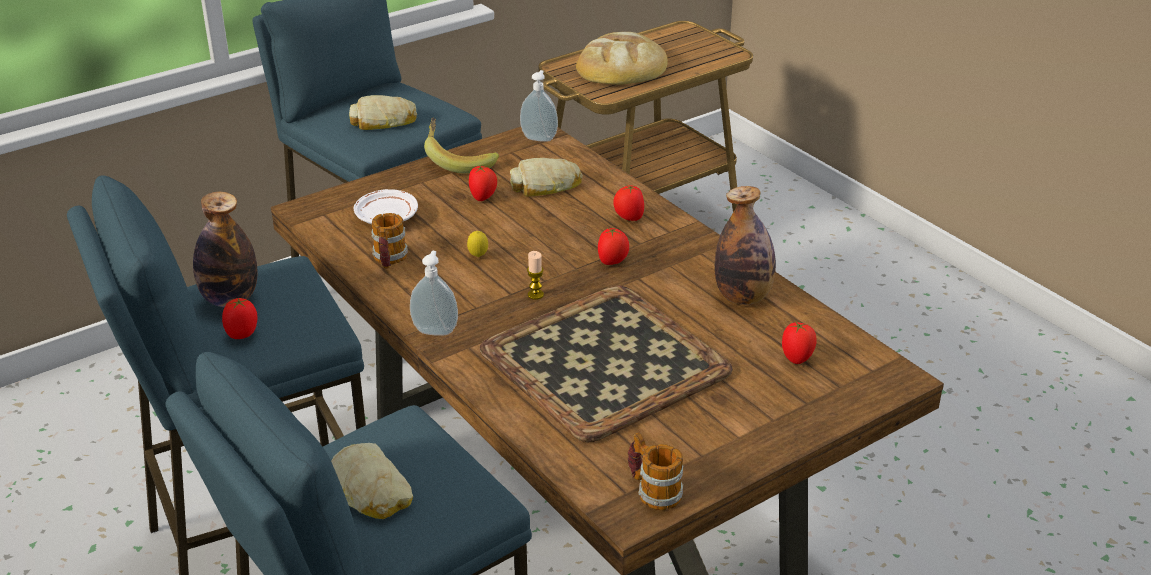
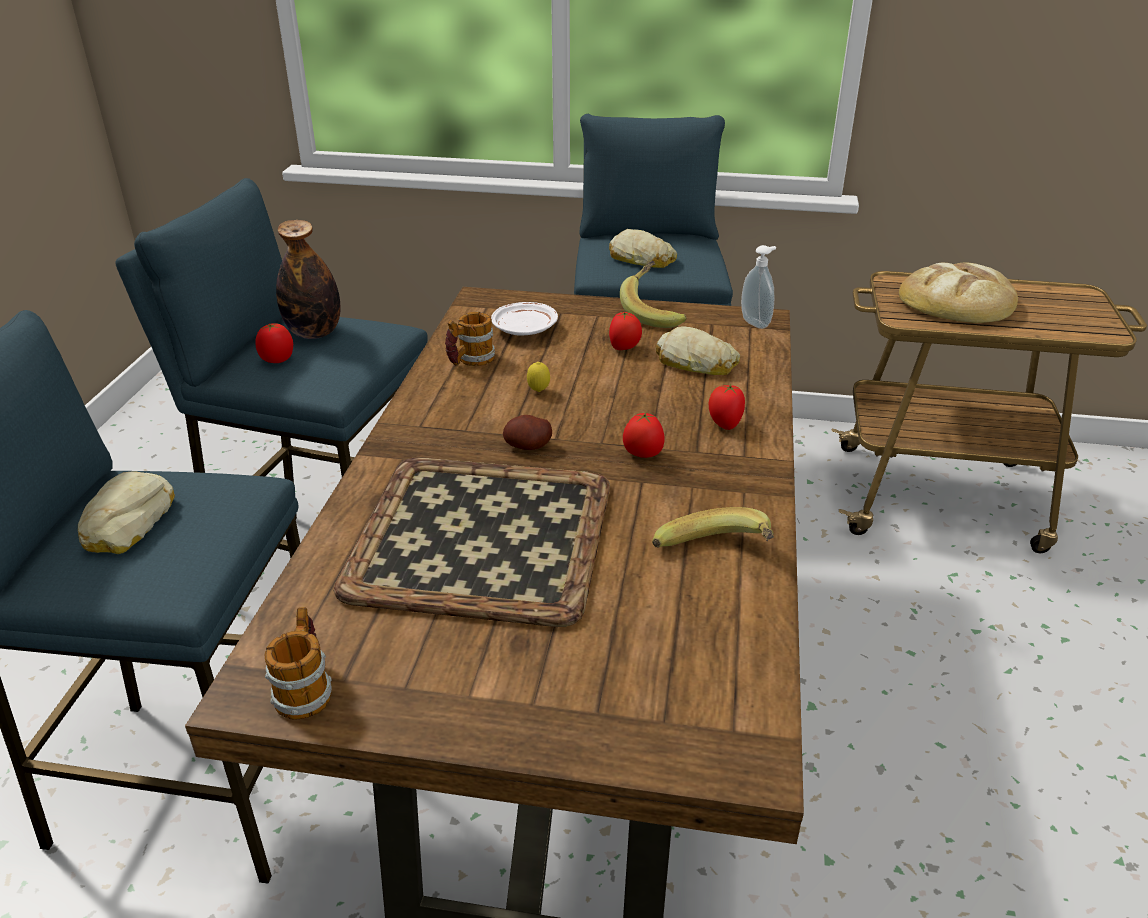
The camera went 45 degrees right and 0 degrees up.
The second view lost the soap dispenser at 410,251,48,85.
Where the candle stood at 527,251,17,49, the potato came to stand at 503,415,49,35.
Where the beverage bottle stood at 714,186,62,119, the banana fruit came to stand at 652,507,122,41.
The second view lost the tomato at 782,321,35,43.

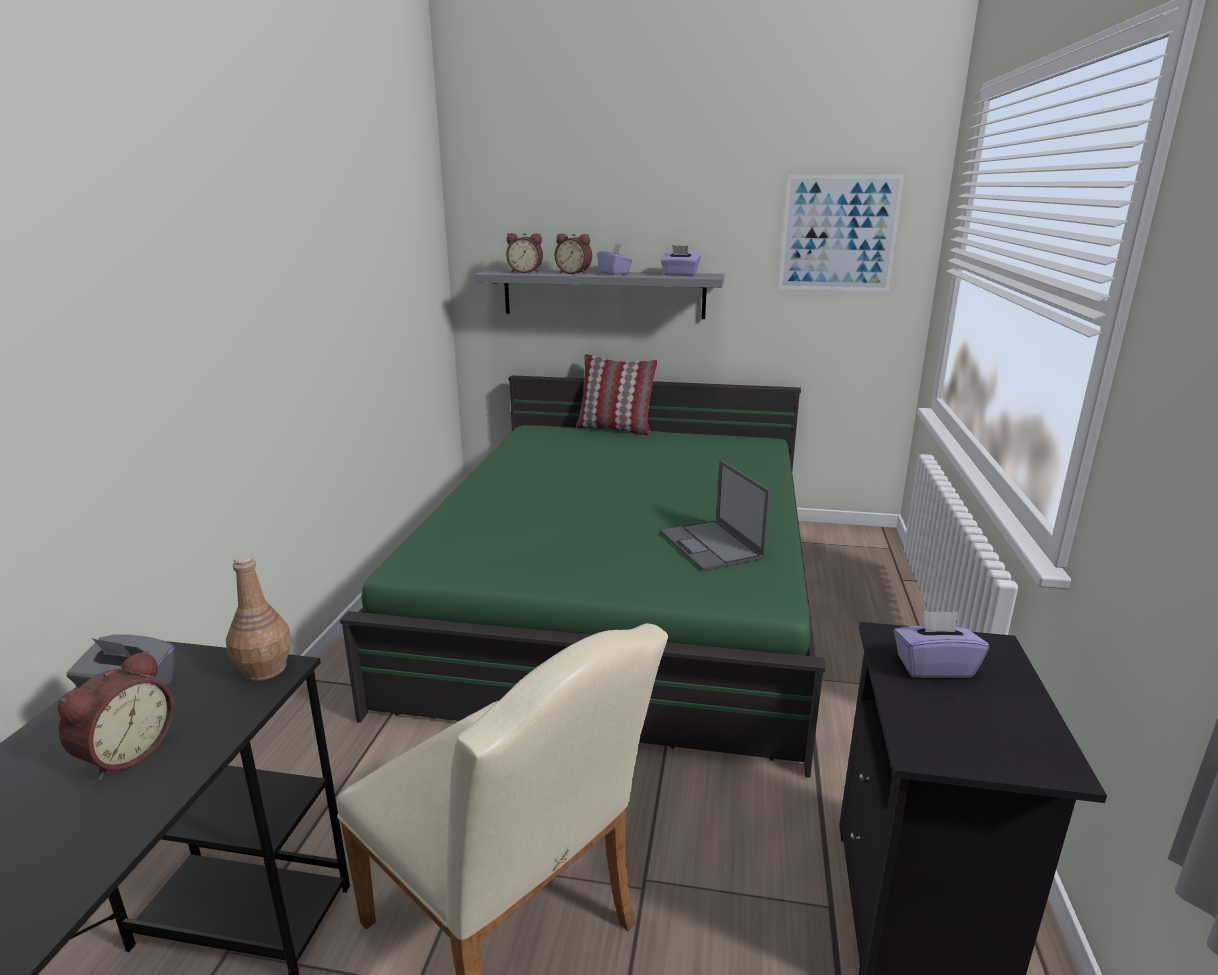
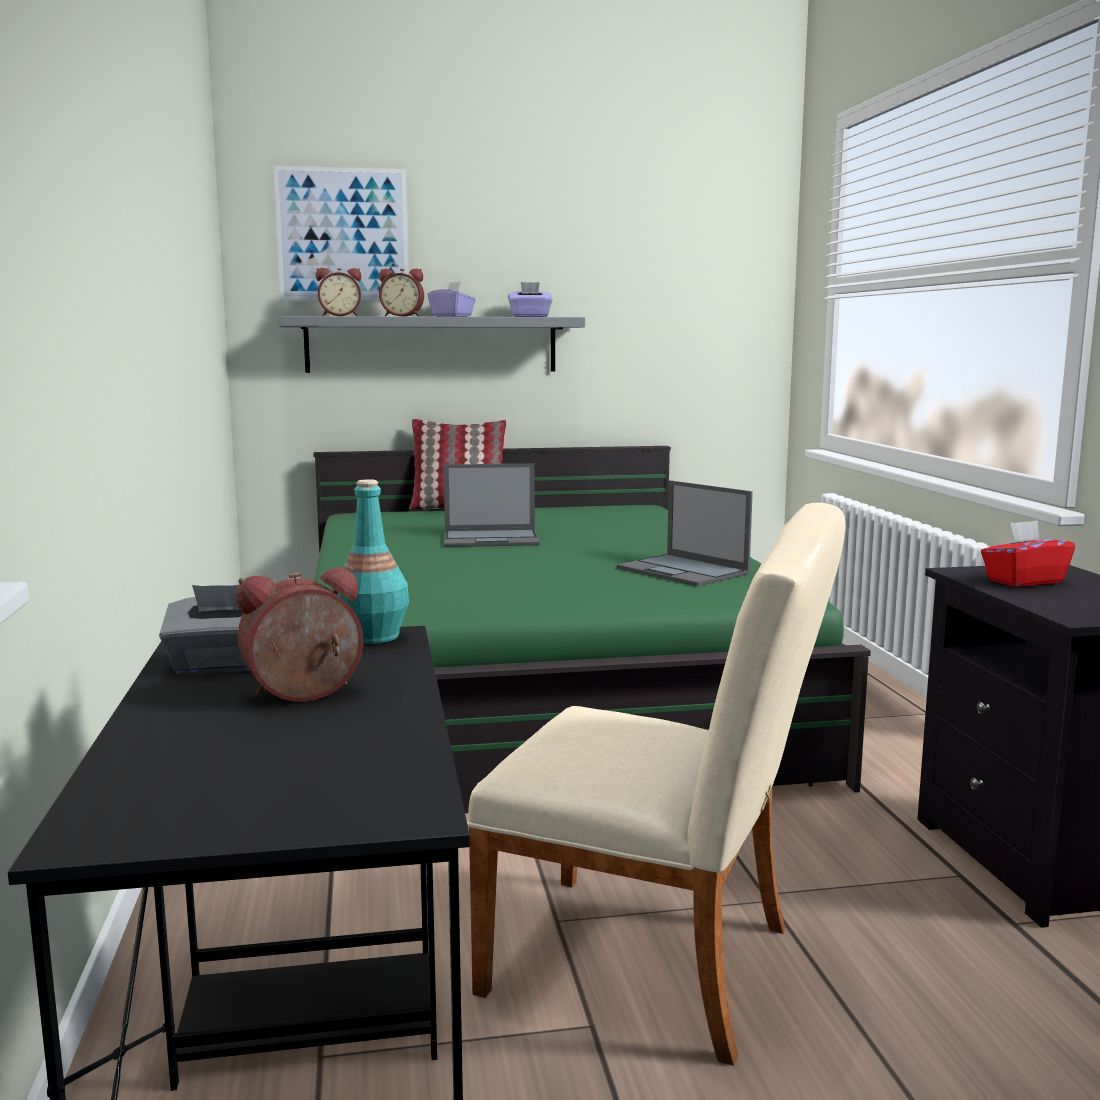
The camera went 20 degrees left and 10 degrees down.
The table clock at 58,650,117,130 ended up facing another way, 120 degrees counterclockwise from before.
What was the brown-coloured beverage bottle at 226,554,66,127 turned into the blue-green beverage bottle at 337,479,72,165.
The wall art ended up elsewhere, having gone from 778,175,126,117 to 273,166,136,136.
What was the purple-coloured tissue box at 893,611,96,67 turned into the red tissue box at 981,520,94,67.
The second view gained the laptop at 444,464,96,83.

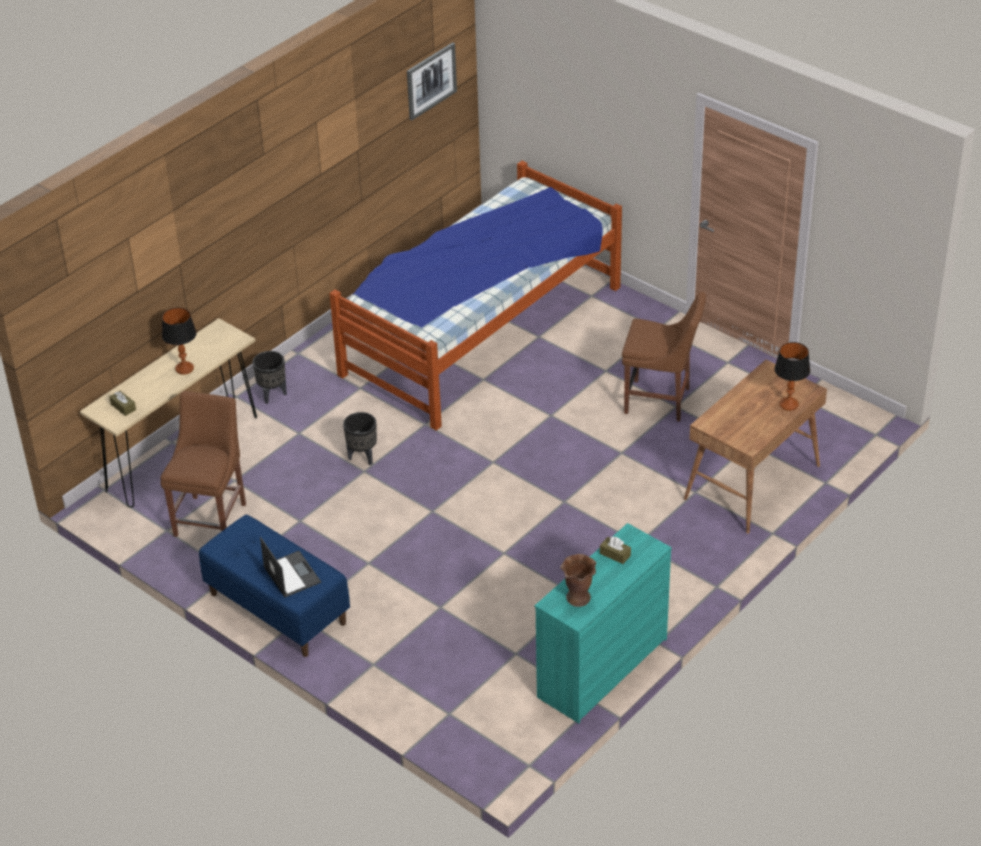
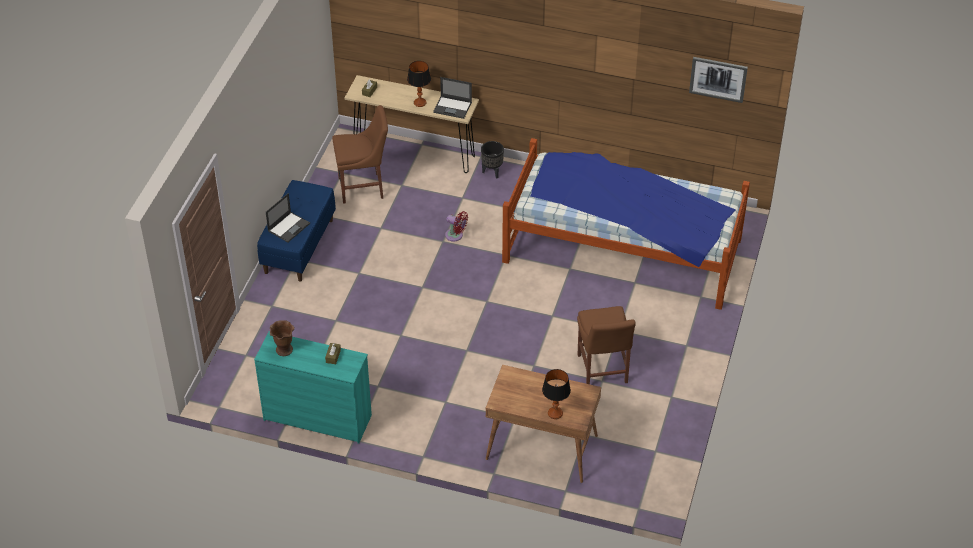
The camera went 65 degrees right and 5 degrees up.
Where the black-coloured planter stood at 343,412,34,53, the red fan came to stand at 445,211,23,31.
The second view gained the laptop at 433,77,39,42.

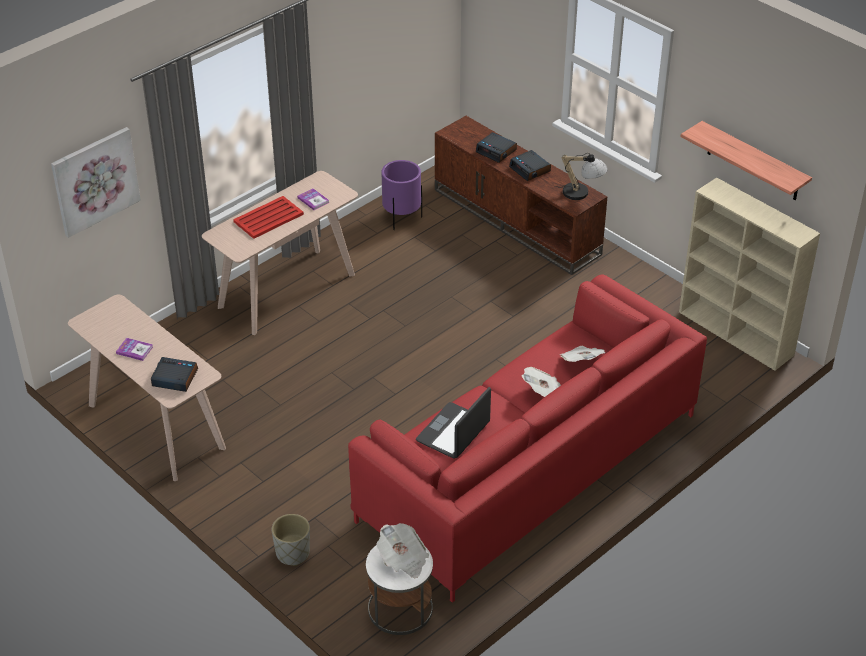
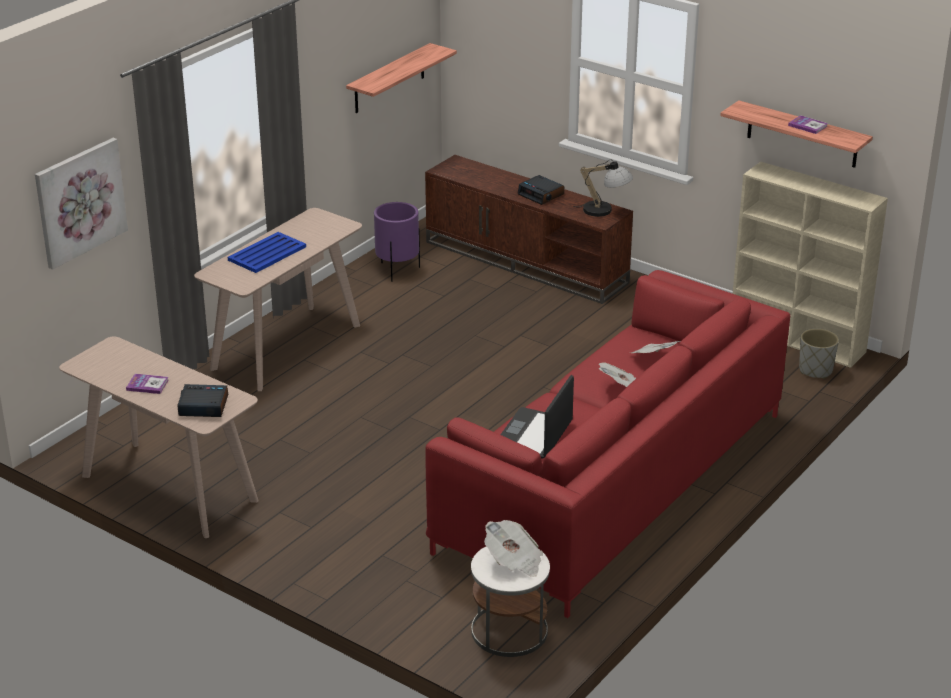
The camera went 10 degrees left and 10 degrees down.
What was the red carrying tray at 233,196,71,43 turned into the bluish carrying tray at 228,232,78,41.
The gray planter ended up elsewhere, having gone from 272,514,38,52 to 799,329,40,50.
The volume ended up elsewhere, having gone from 297,188,33,22 to 788,115,40,19.
The second view lost the table clock at 476,132,41,31.
The second view gained the shelf at 346,43,111,70.

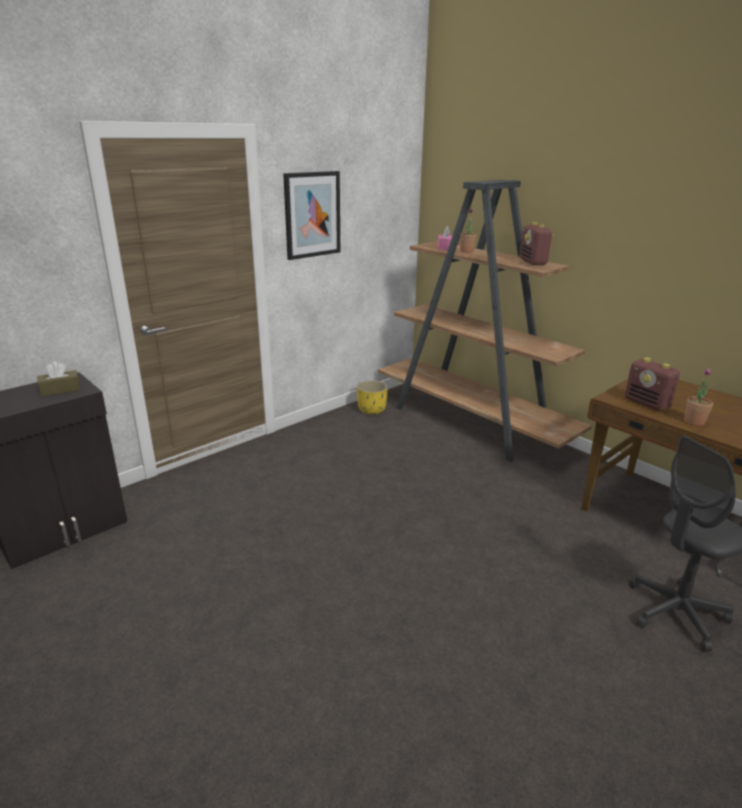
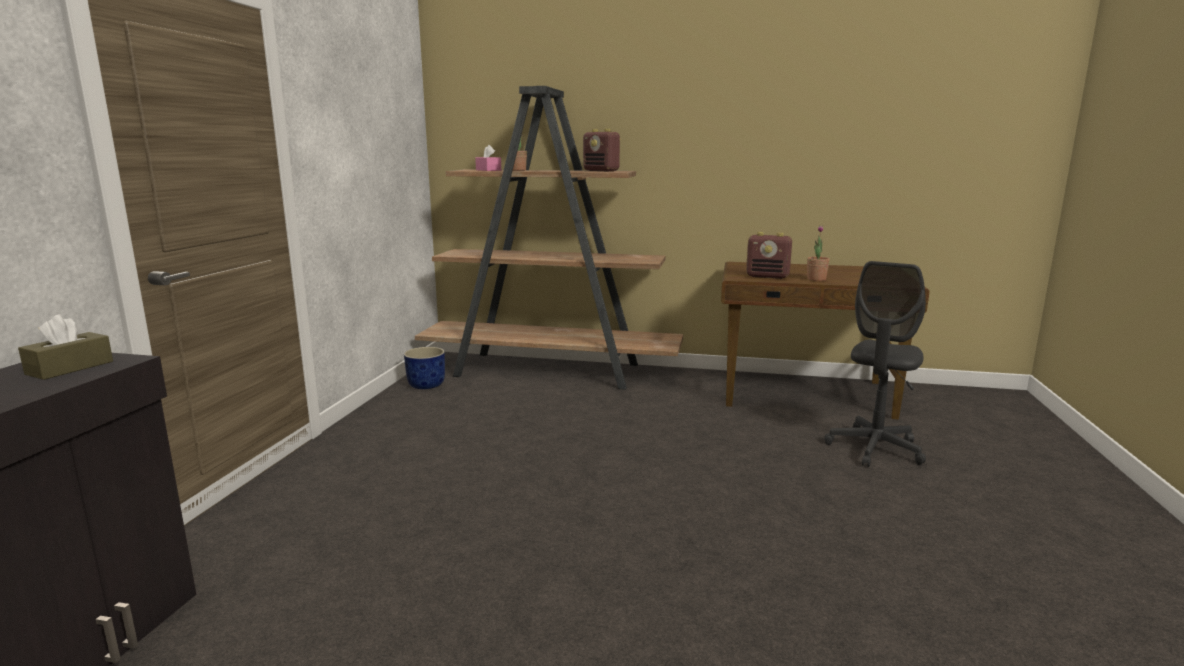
The camera went 35 degrees left and 10 degrees down.
The second view lost the wall art at 283,171,57,89.
What was the yellow planter at 357,380,31,35 turned into the bluish planter at 404,347,41,42.

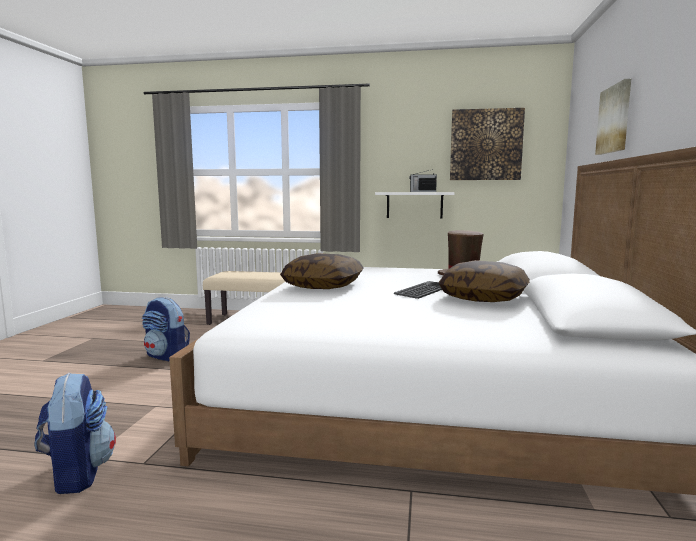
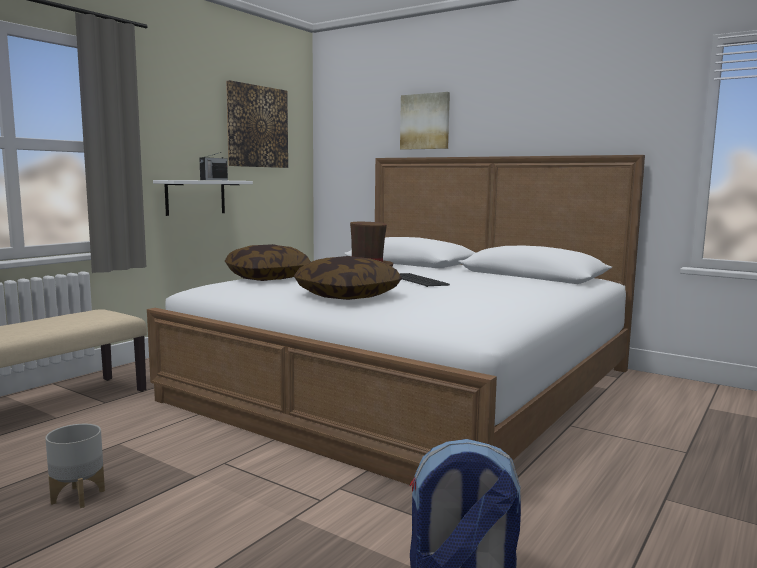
The camera went 65 degrees left and 0 degrees up.
Where the backpack stood at 142,297,48,65, the gray planter came to stand at 45,424,60,84.
The throw pillow ended up elsewhere, having gone from 439,260,91,42 to 225,244,86,37.

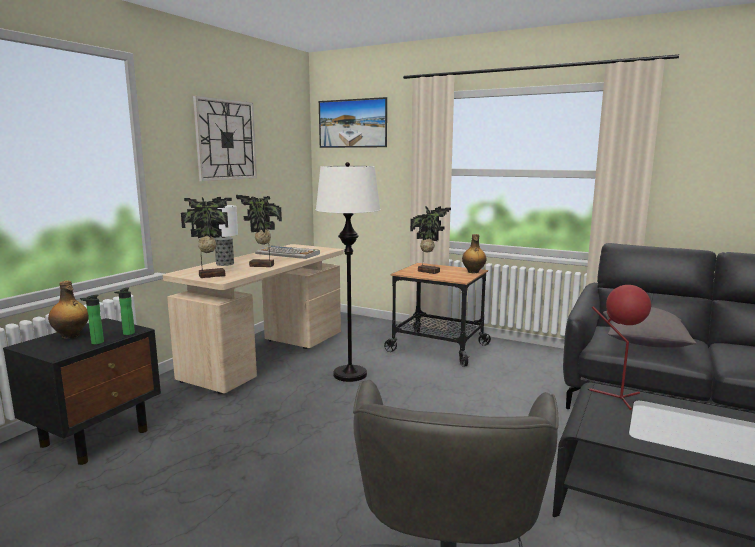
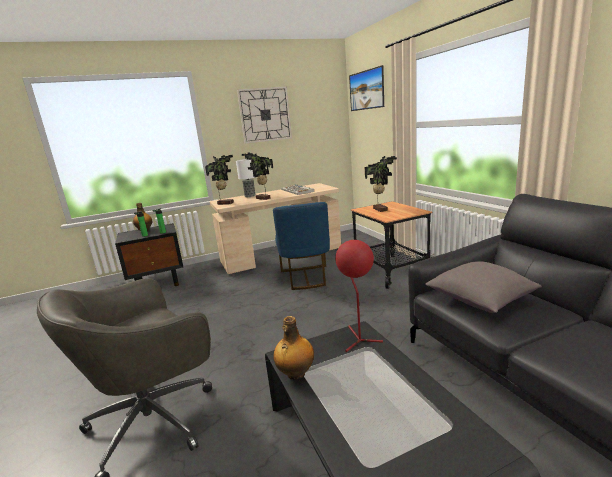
The camera went 40 degrees right and 5 degrees up.
Where the white standing lamp stood at 316,162,65,220, the bluish plain chair came to stand at 273,202,57,88.
The beverage bottle ended up elsewhere, having gone from 462,234,24,39 to 274,316,40,64.

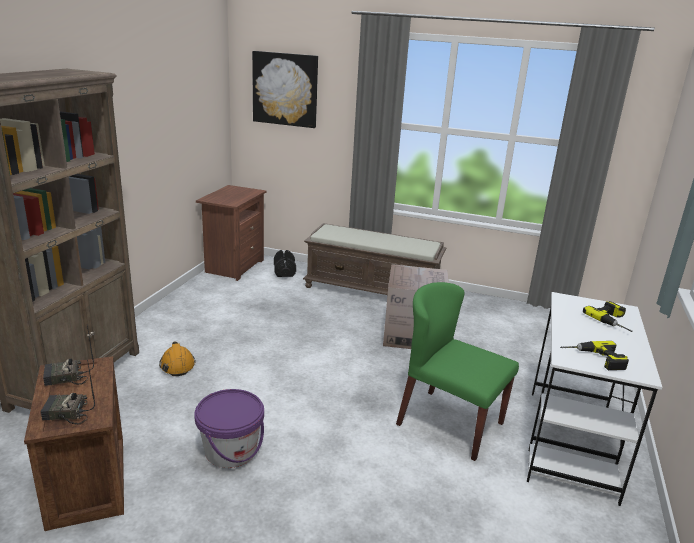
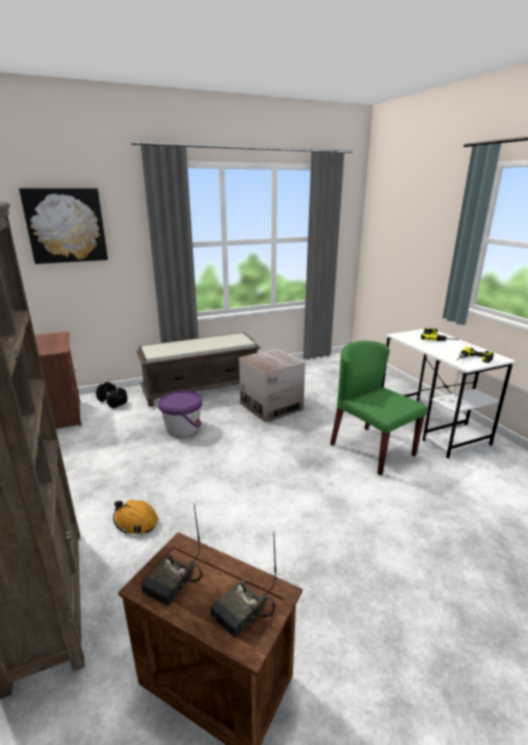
The camera went 40 degrees left and 0 degrees up.
The purple-coloured water bucket ended up elsewhere, having gone from 194,389,70,79 to 158,390,44,47.
The green-coloured plain chair at 396,282,123,179 ended up facing another way, 60 degrees clockwise from before.

